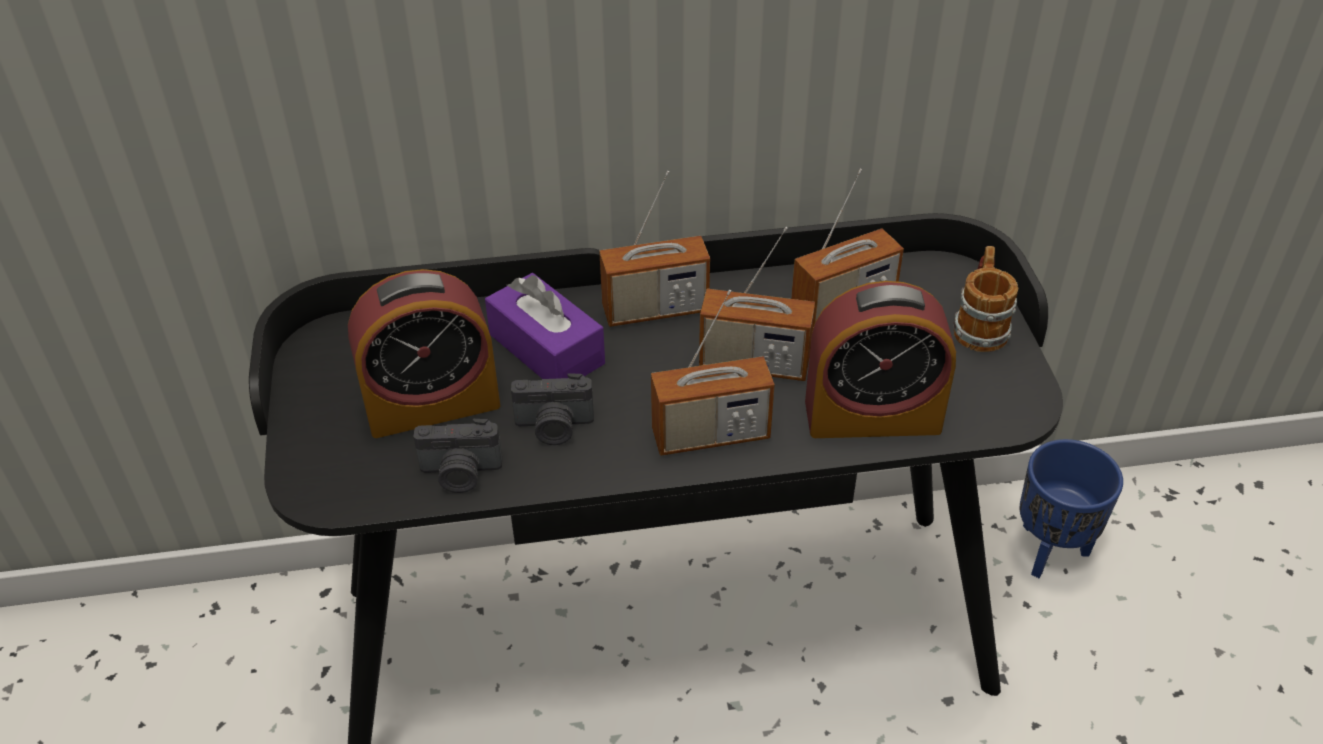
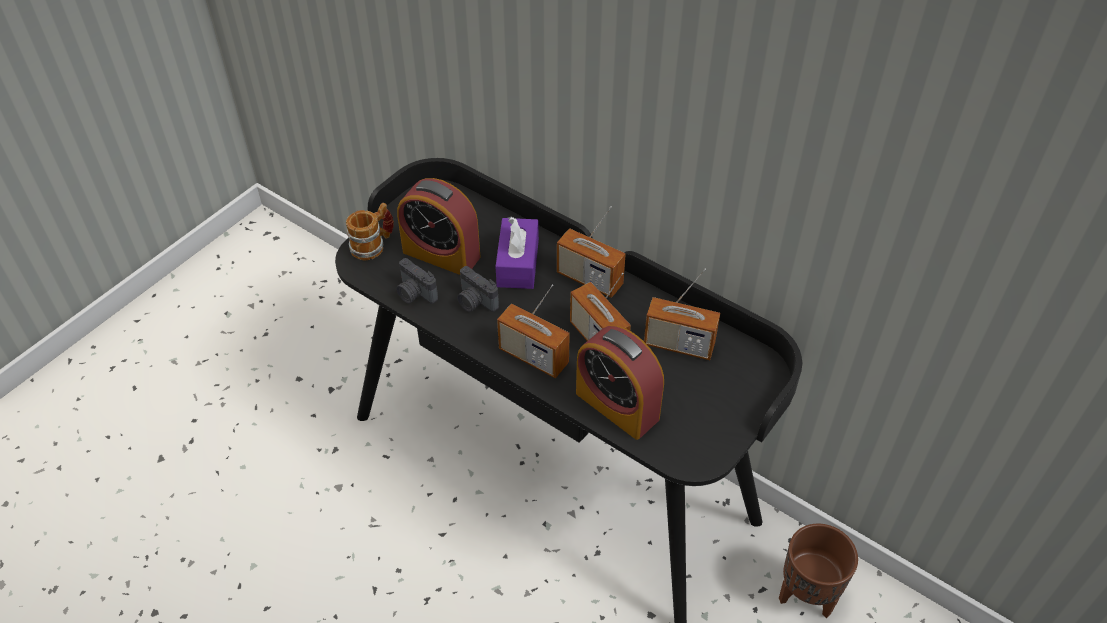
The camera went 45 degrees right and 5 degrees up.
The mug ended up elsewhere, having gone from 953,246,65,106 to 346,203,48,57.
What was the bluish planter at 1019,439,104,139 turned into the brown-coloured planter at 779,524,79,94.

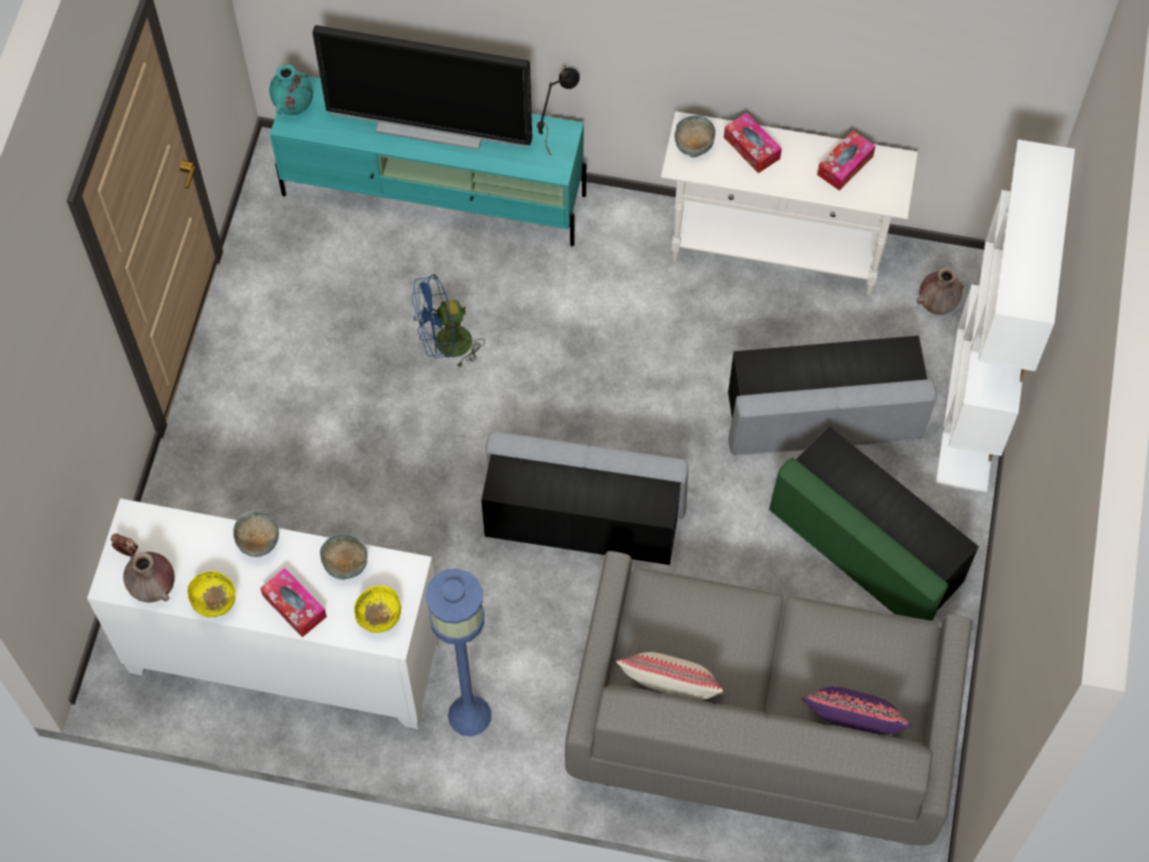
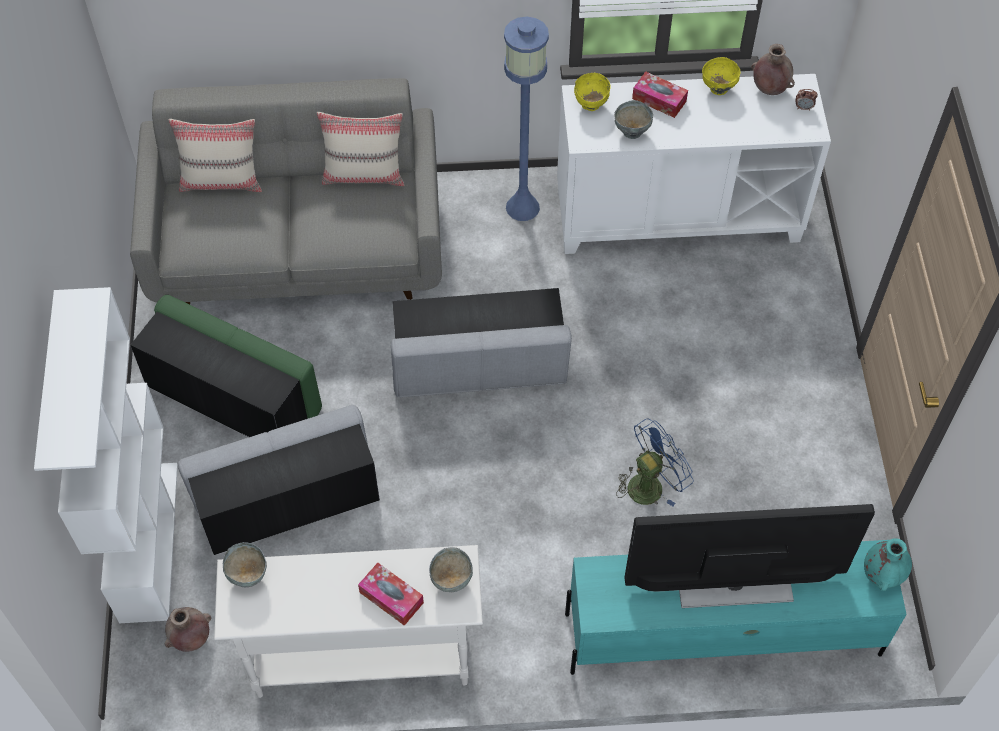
The camera went 165 degrees right and 5 degrees down.
The gray bowl ended up elsewhere, having gone from 233,511,46,46 to 223,542,44,45.
The second view lost the black-coloured table lamp at 537,68,43,86.
What was the purple-coloured throw pillow at 802,687,110,47 turned into the beige throw pillow at 169,119,93,73.
The second view lost the tissue box at 817,131,58,60.

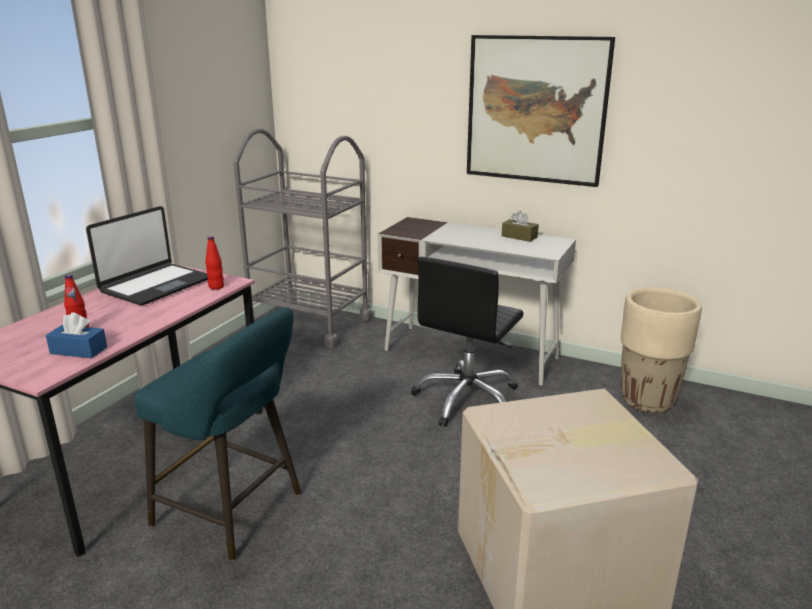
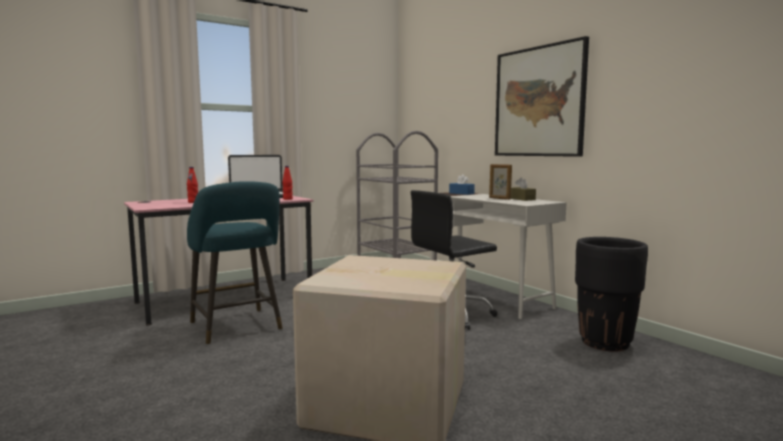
The camera went 30 degrees right and 15 degrees down.
The bluish tissue box ended up elsewhere, having gone from 46,312,61,46 to 449,174,26,21.
What was the beige planter at 621,287,81,126 turned into the black-coloured planter at 575,237,73,114.
The second view gained the photo frame at 489,164,23,36.

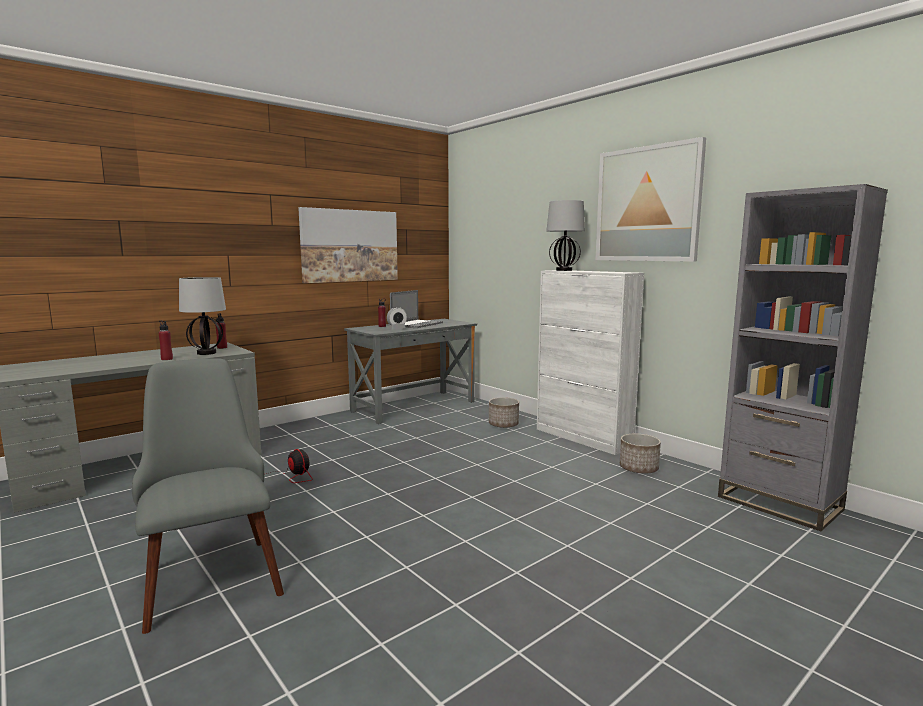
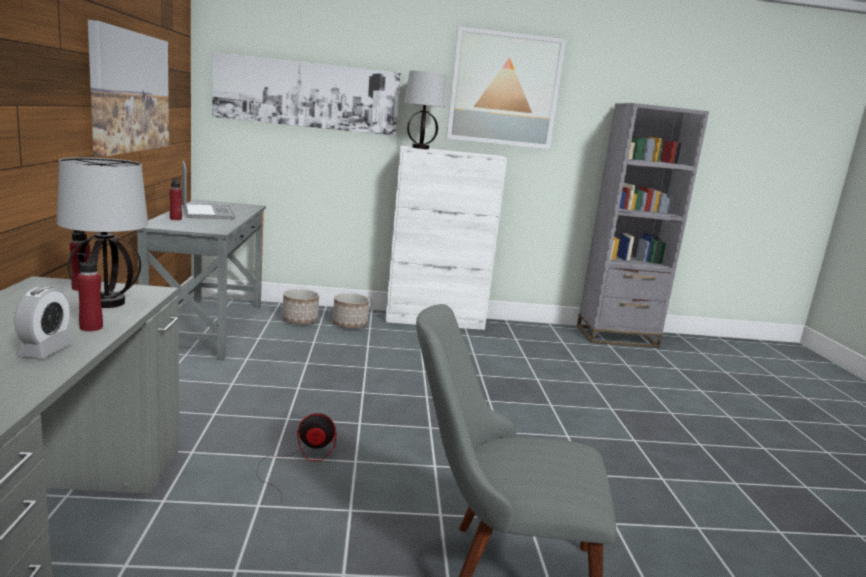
The camera went 55 degrees left and 5 degrees up.
The table clock ended up elsewhere, having gone from 387,307,20,23 to 14,286,59,72.
The planter ended up elsewhere, having gone from 620,434,41,39 to 282,289,37,36.
The second view gained the wall art at 212,52,189,84.

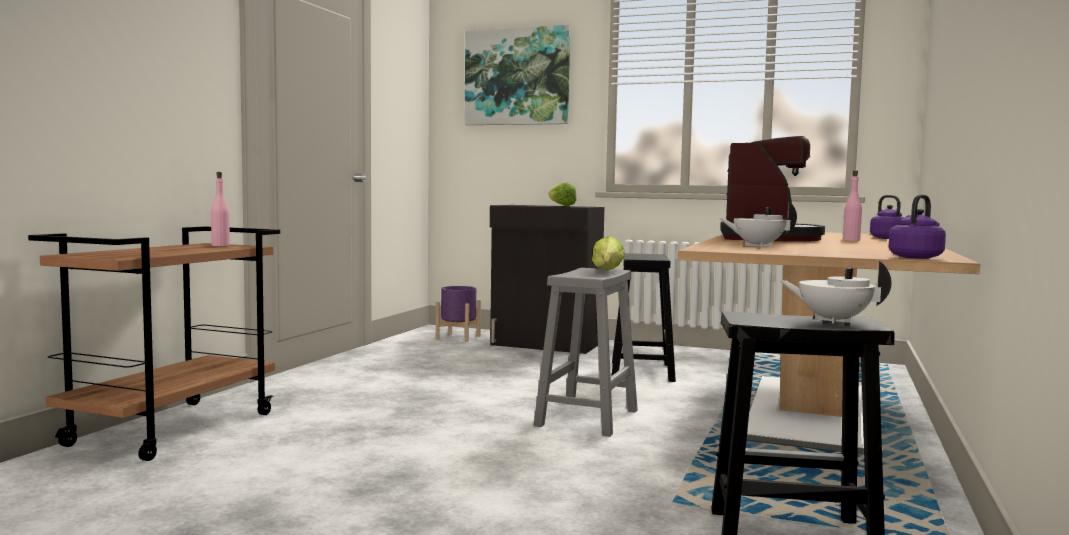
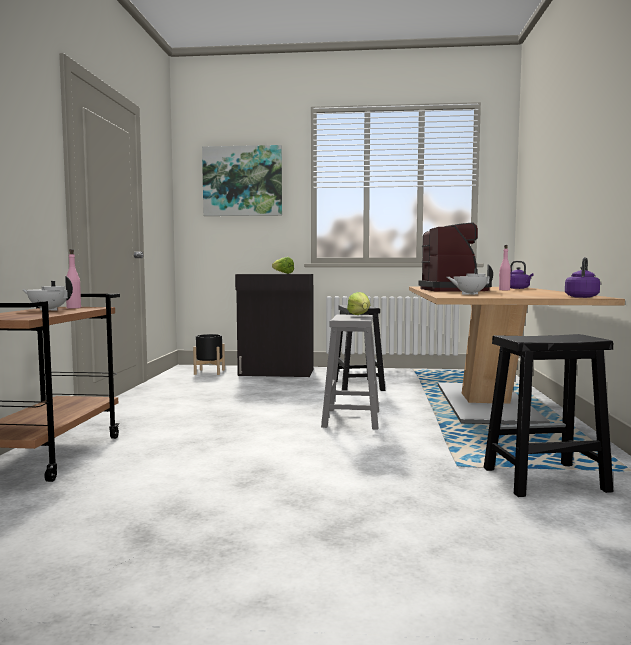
The camera went 15 degrees left and 0 degrees up.
What was the purple-coloured planter at 436,286,45,56 turned into the black-coloured planter at 193,334,32,41.
The white tea pot ended up elsewhere, having gone from 779,261,112,63 to 23,276,50,34.

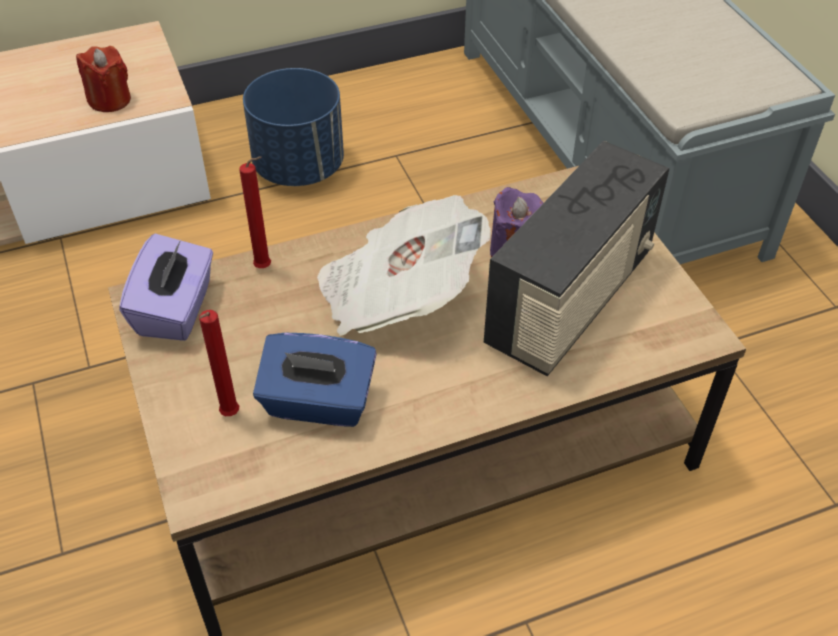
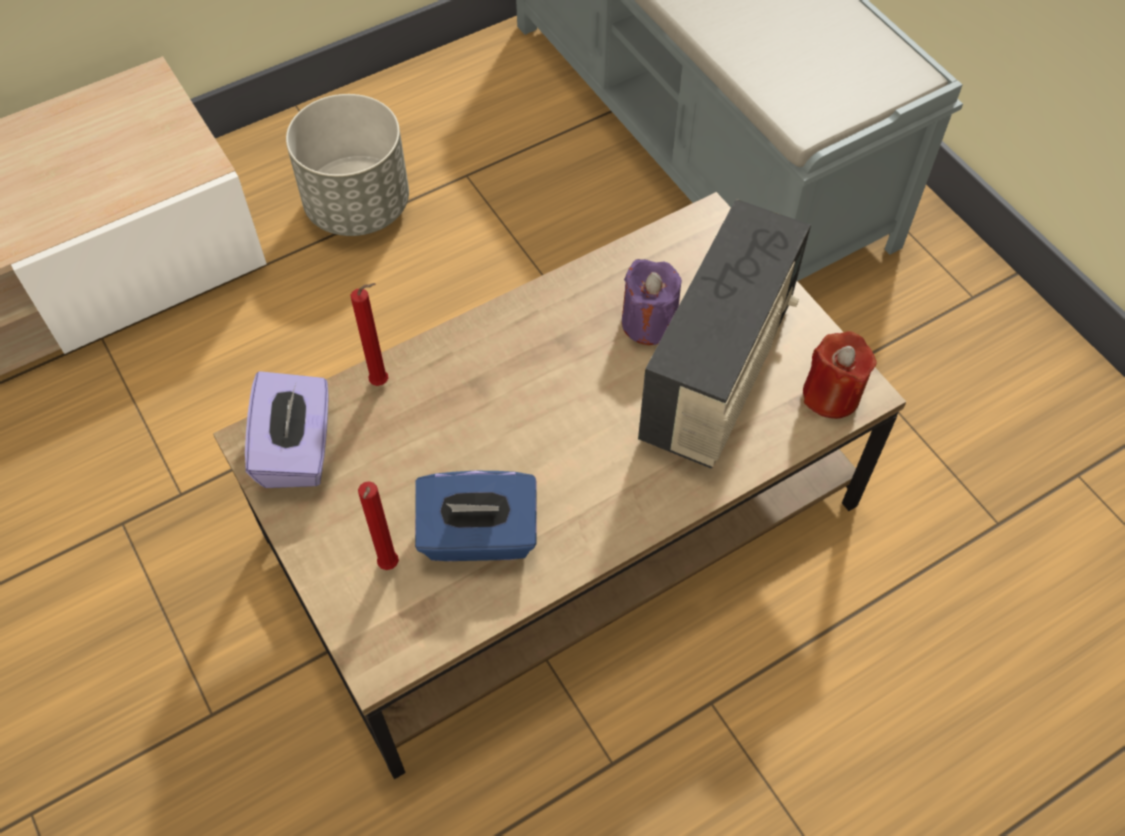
The camera went 10 degrees left and 10 degrees up.
The red candle ended up elsewhere, having gone from 76,46,55,66 to 803,331,74,88.
What was the bluish planter at 243,68,101,118 turned into the gray planter at 286,94,123,142.
The second view lost the daily paper at 317,195,174,141.

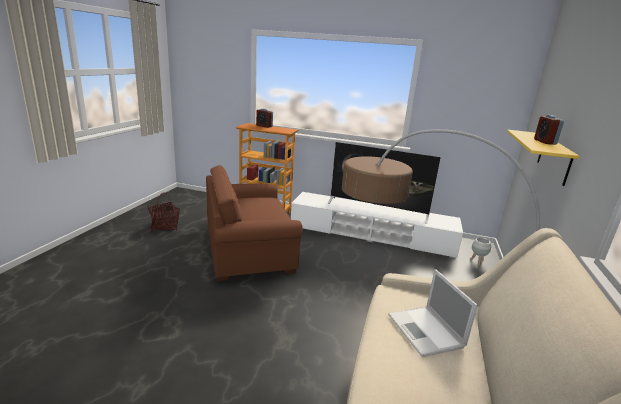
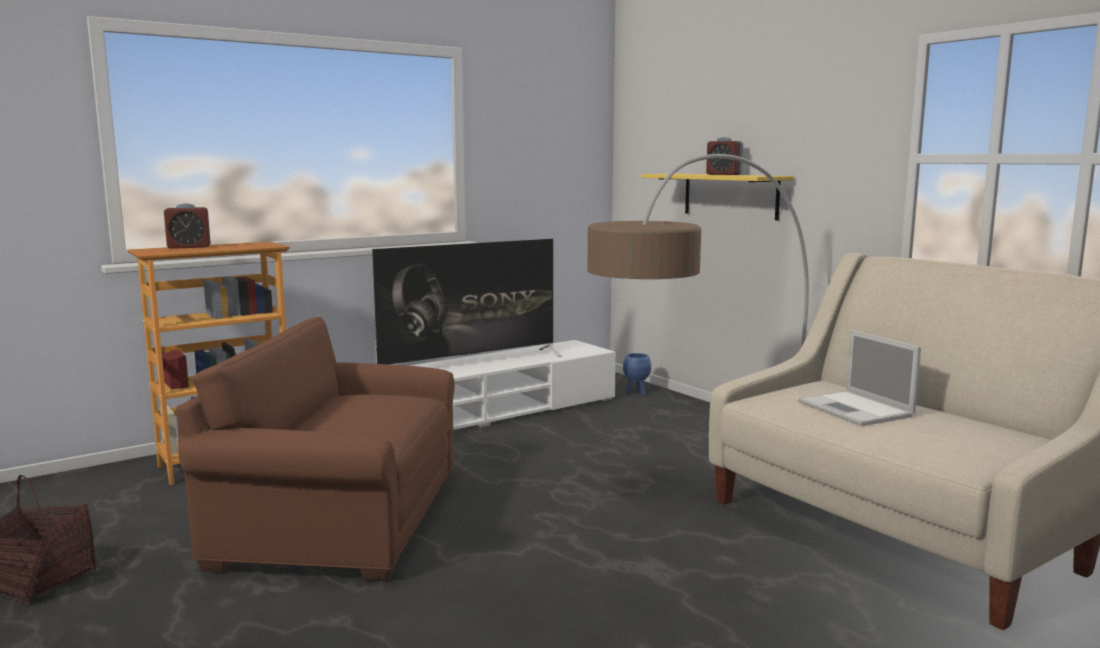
The camera went 50 degrees left and 10 degrees down.
The brown-coloured easy chair at 206,165,97,116 ended up facing another way, 75 degrees clockwise from before.
The laptop at 388,269,90,88 ended up facing another way, 45 degrees clockwise from before.
What was the white planter at 471,238,20,27 turned into the bluish planter at 623,353,28,43.

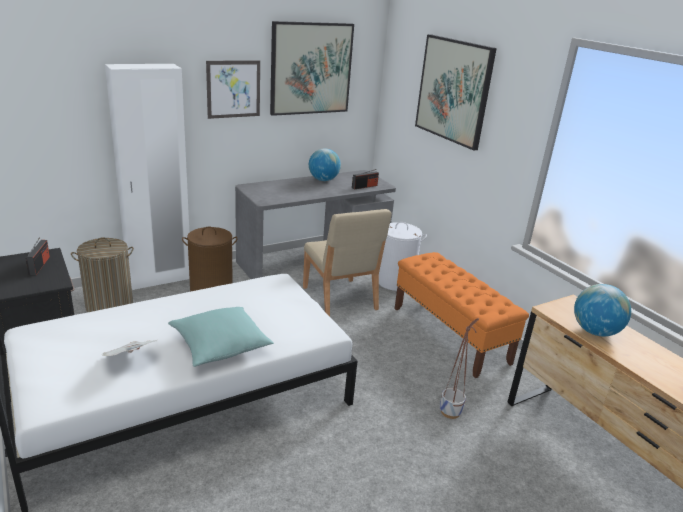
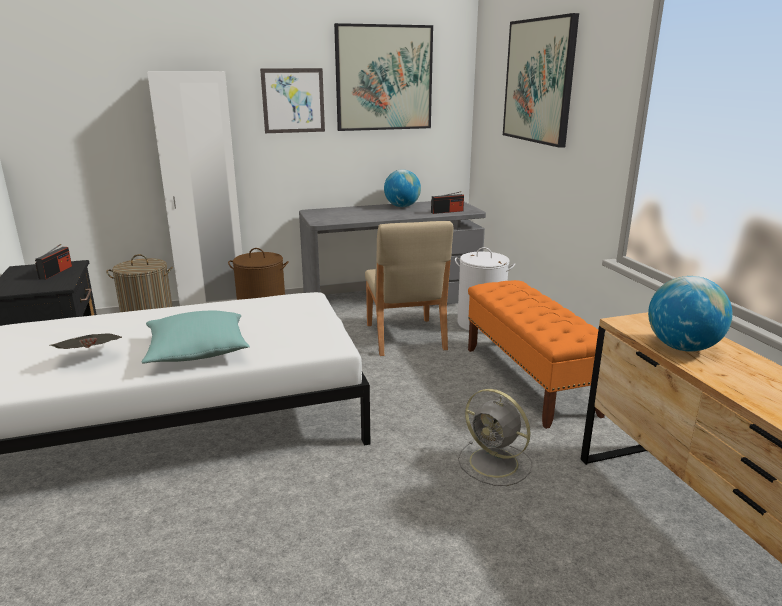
The camera went 15 degrees right and 5 degrees down.
Where the planter stood at 440,318,39,101, the gray fan came to stand at 458,389,74,97.

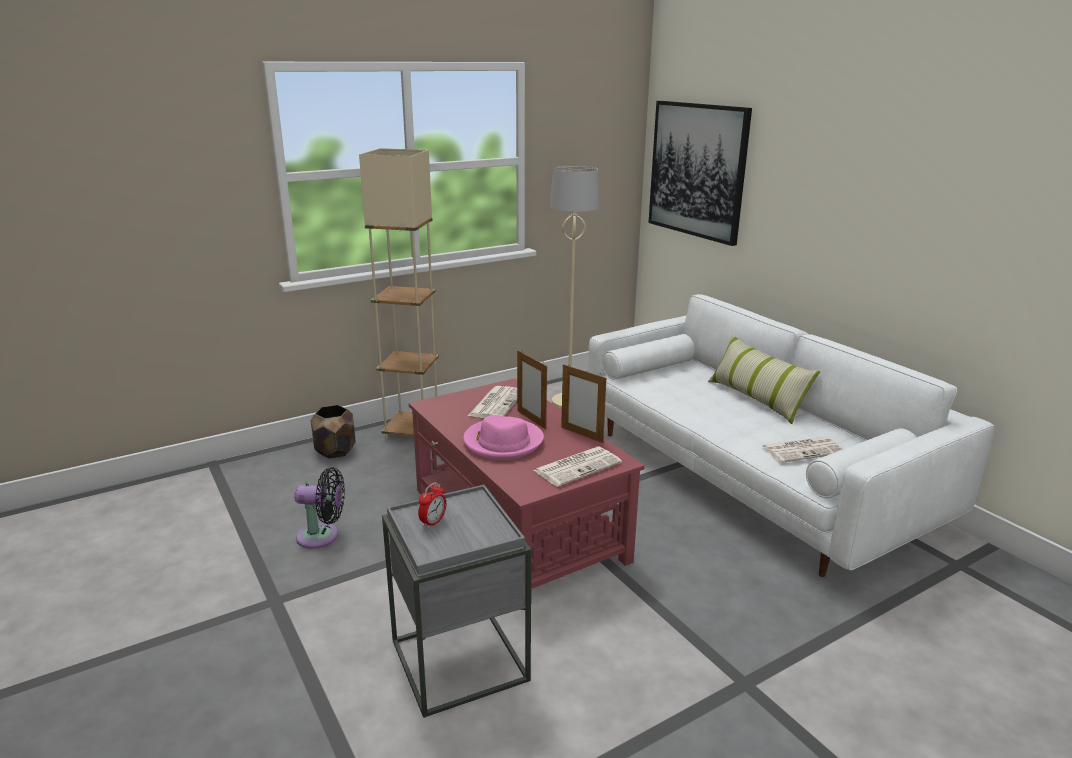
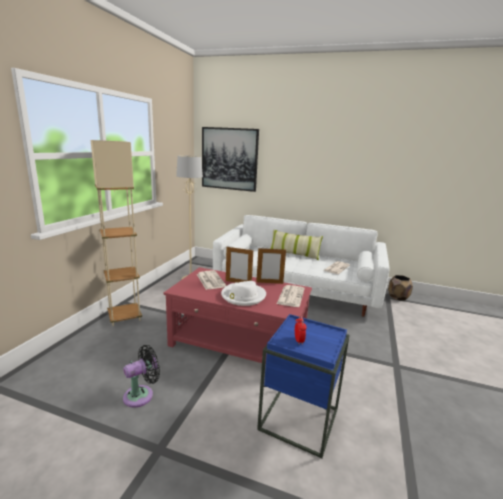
The camera went 40 degrees left and 5 degrees down.
The brown-coloured planter ended up elsewhere, having gone from 311,405,45,53 to 388,275,25,25.
What was the gray end table at 382,485,149,233 turned into the bluish end table at 257,314,93,144.
What was the pinkish hat at 463,415,81,45 turned into the white hat at 221,281,45,25.

